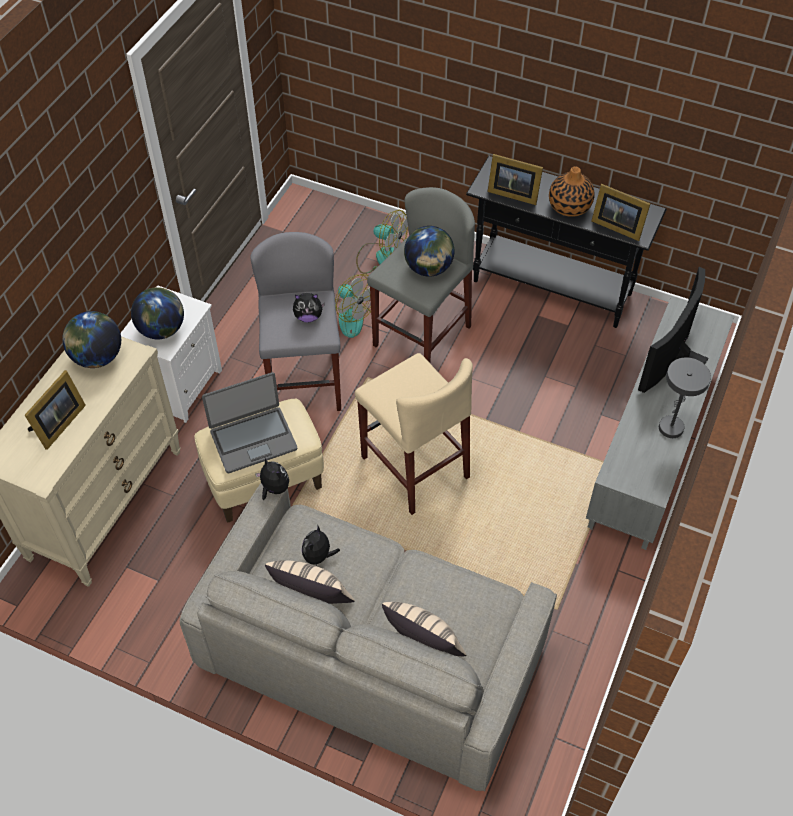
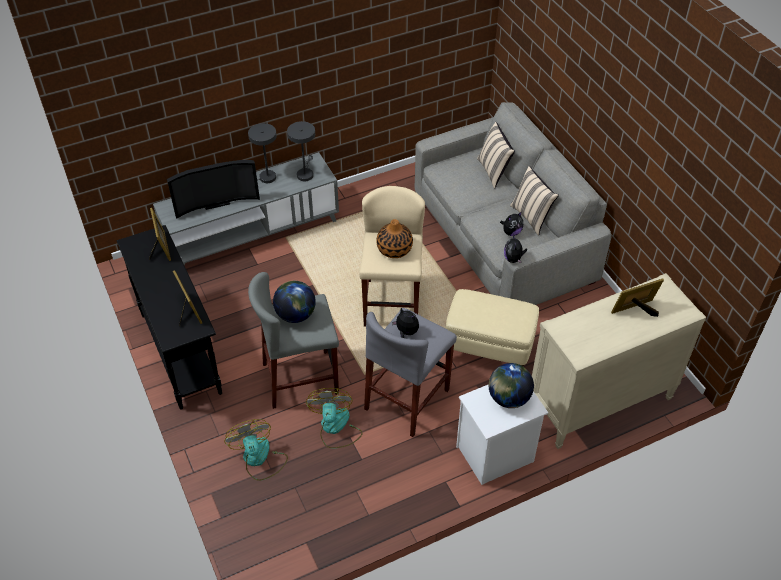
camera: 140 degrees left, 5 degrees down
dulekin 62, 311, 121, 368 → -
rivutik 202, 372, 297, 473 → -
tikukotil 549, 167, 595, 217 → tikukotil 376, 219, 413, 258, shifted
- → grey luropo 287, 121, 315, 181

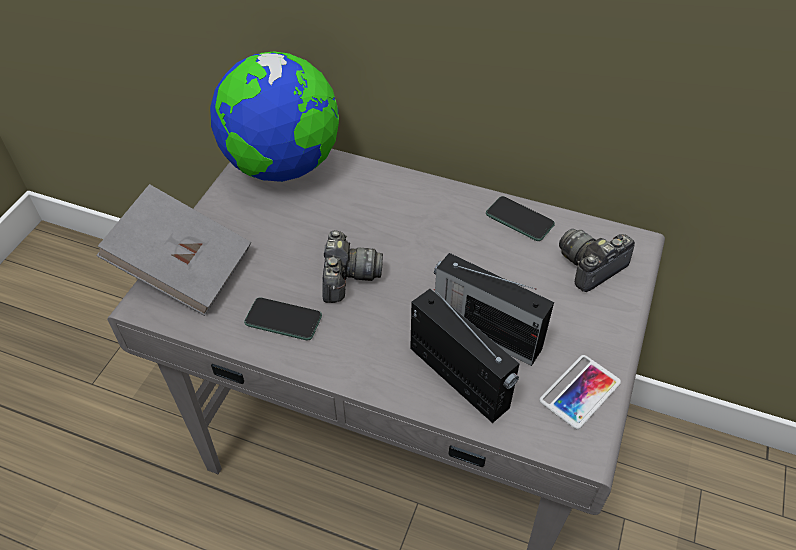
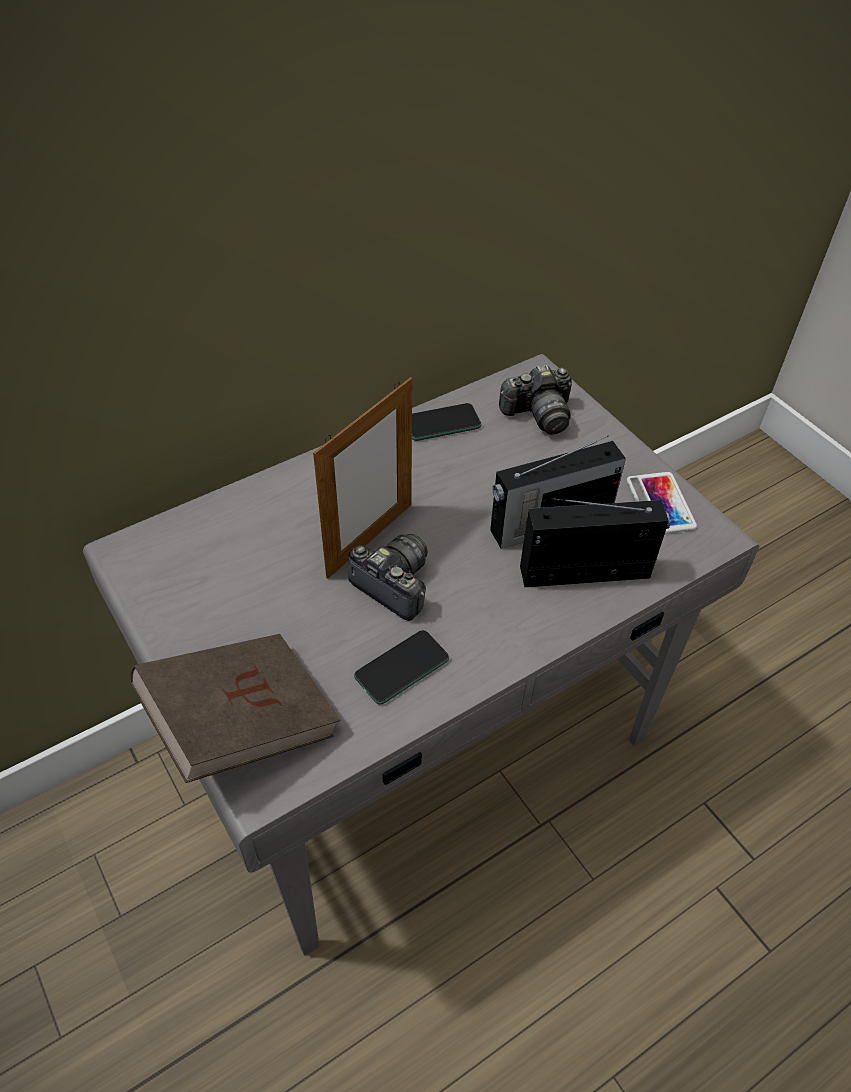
camera: 55 degrees left, 0 degrees up
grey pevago 96, 184, 251, 316 → brown pevago 130, 634, 341, 783
dulekin 210, 52, 339, 182 → -
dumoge 559, 229, 635, 292 → dumoge 499, 365, 572, 435, 105 degrees counterclockwise
- → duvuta 313, 377, 412, 579

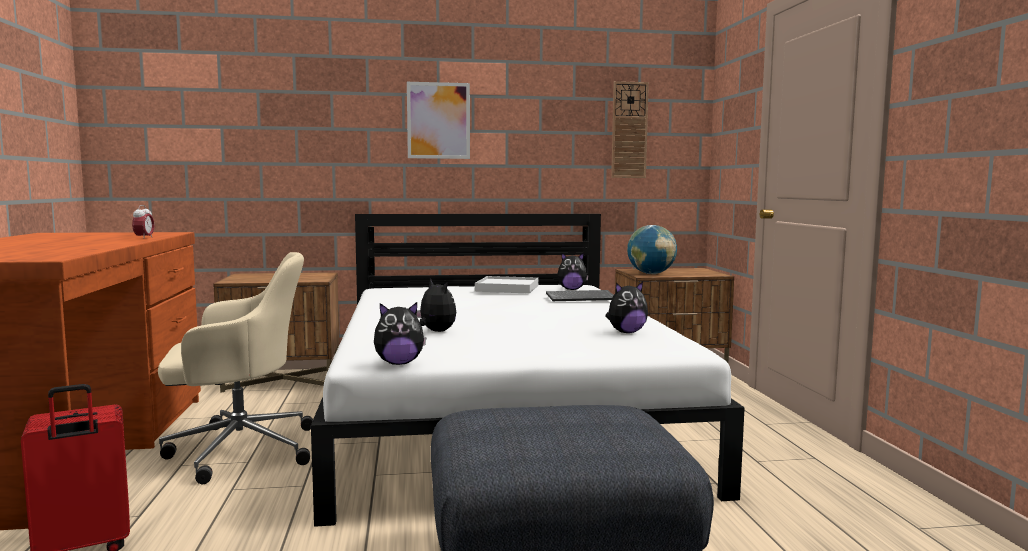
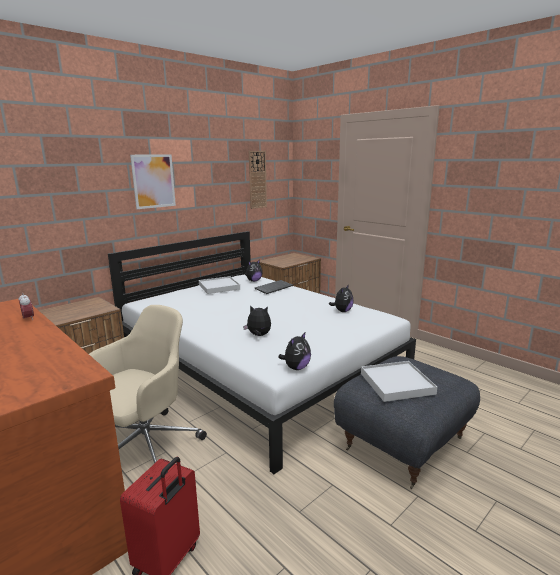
camera: 35 degrees left, 10 degrees up
dulekin 627, 225, 677, 274 → -
- → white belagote 361, 361, 437, 402

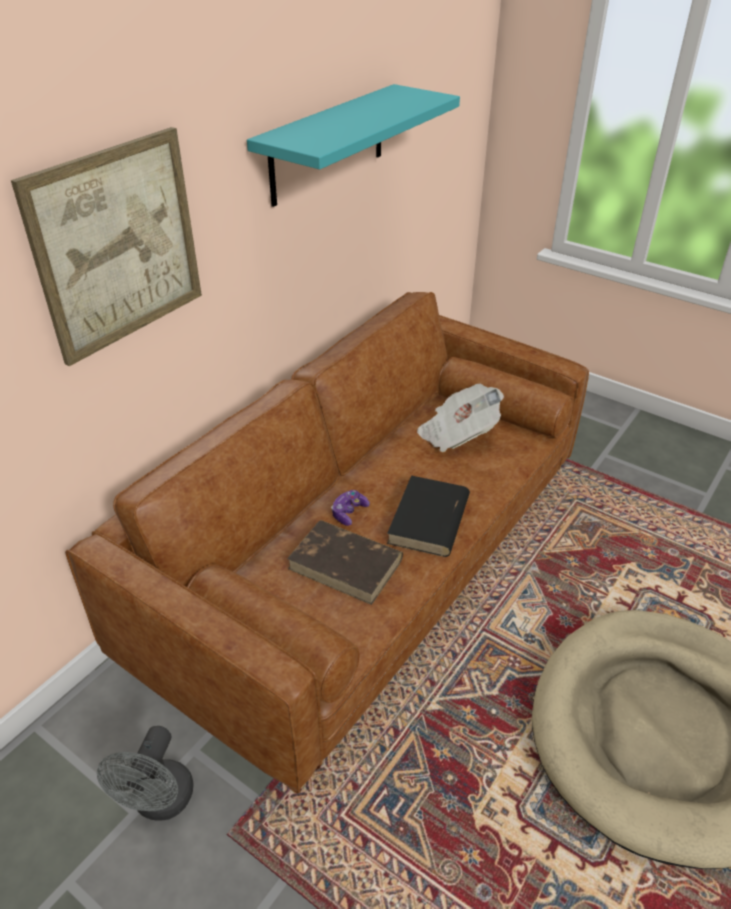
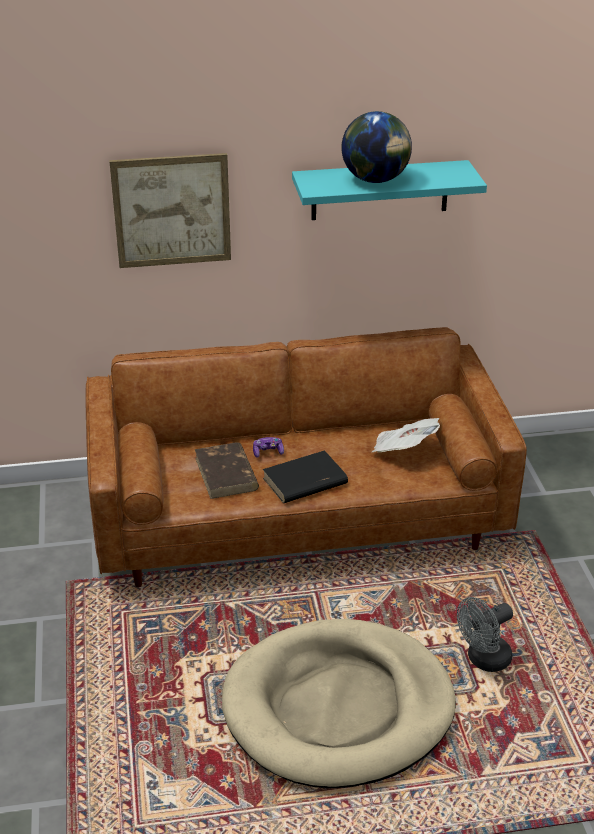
camera: 45 degrees right, 5 degrees down
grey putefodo 97, 726, 194, 821 → grey putefodo 457, 597, 513, 672, shifted
- → dulekin 341, 111, 412, 183

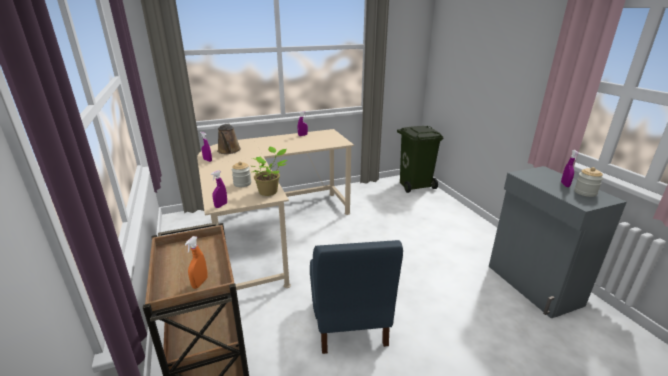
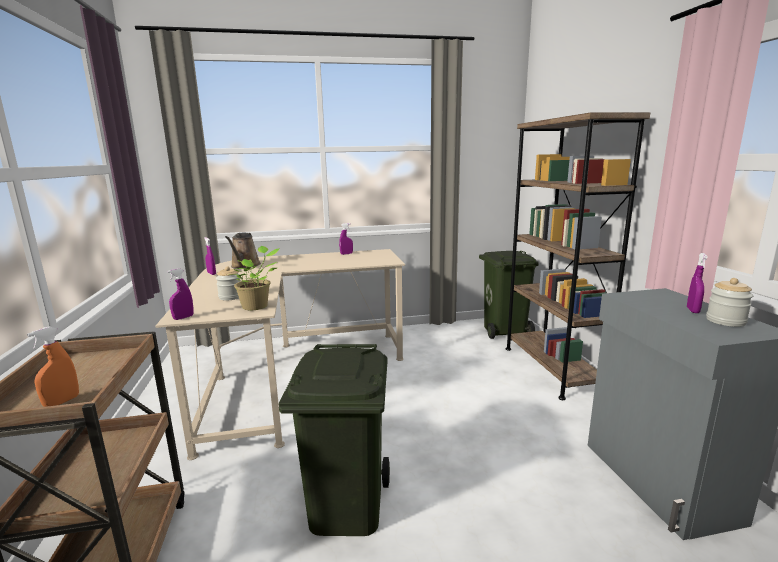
camera: 10 degrees right, 10 degrees down
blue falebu 310, 240, 403, 354 → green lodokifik 279, 344, 390, 536
- → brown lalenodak 506, 112, 650, 400

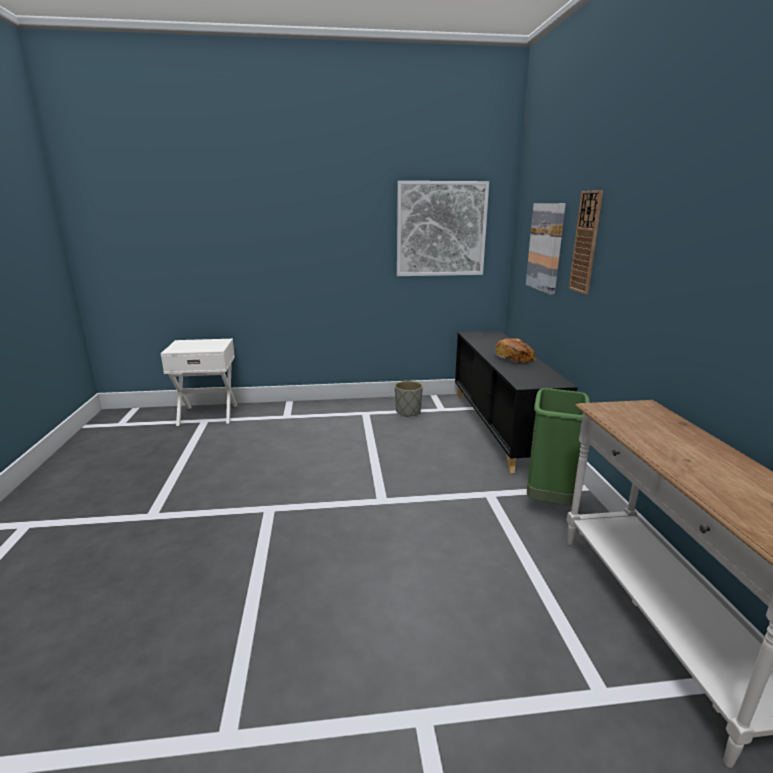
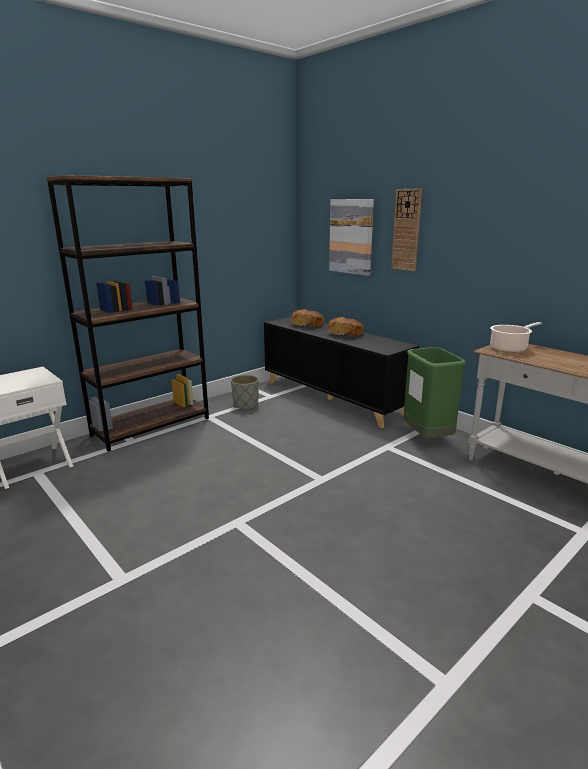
camera: 35 degrees left, 0 degrees up
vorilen 397, 181, 489, 276 → -
- → brown lalenodak 46, 175, 209, 452
- → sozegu 291, 309, 324, 327
- → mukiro 490, 322, 542, 353

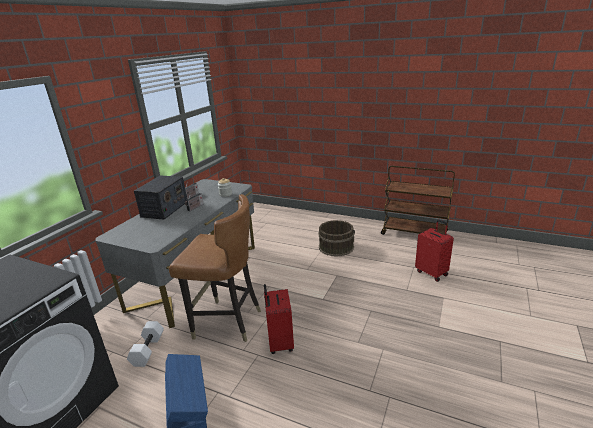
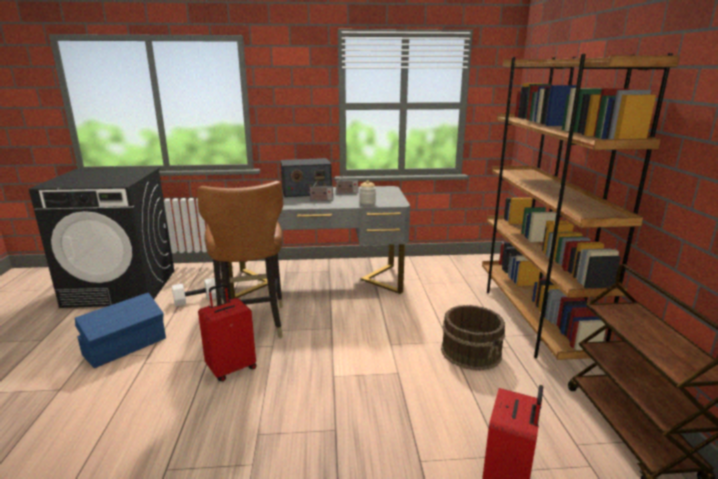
camera: 60 degrees right, 5 degrees down
- → brown lalenodak 482, 53, 680, 369

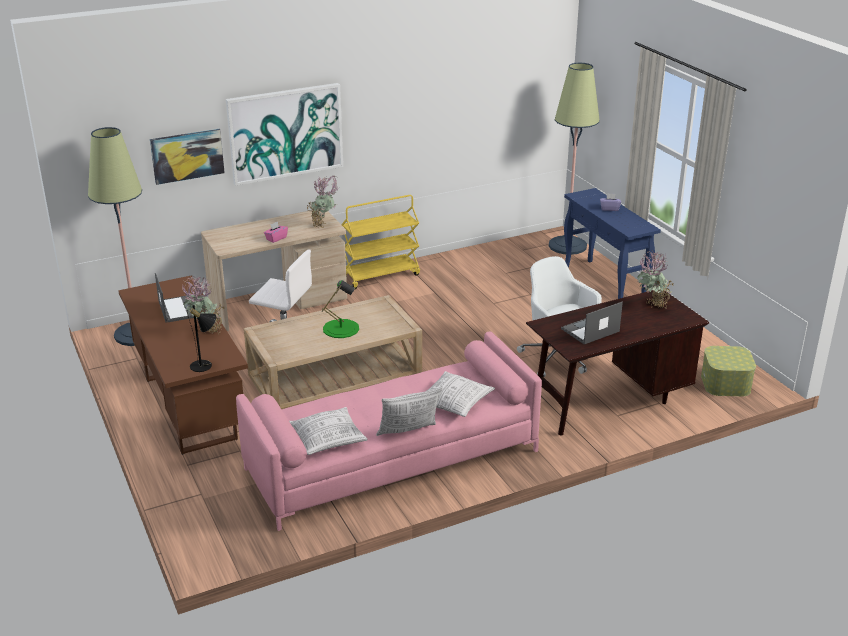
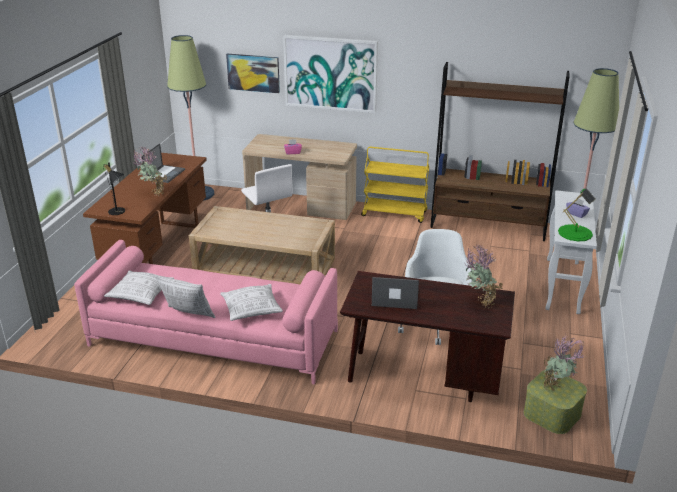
camera: 40 degrees right, 0 degrees up
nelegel 307, 176, 340, 229 → nelegel 544, 335, 585, 391, shifted
green luropo 322, 280, 359, 338 → green luropo 558, 188, 596, 241, shifted
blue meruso 564, 188, 661, 299 → white meruso 546, 190, 597, 314
- → brown lalenodak 430, 62, 570, 241

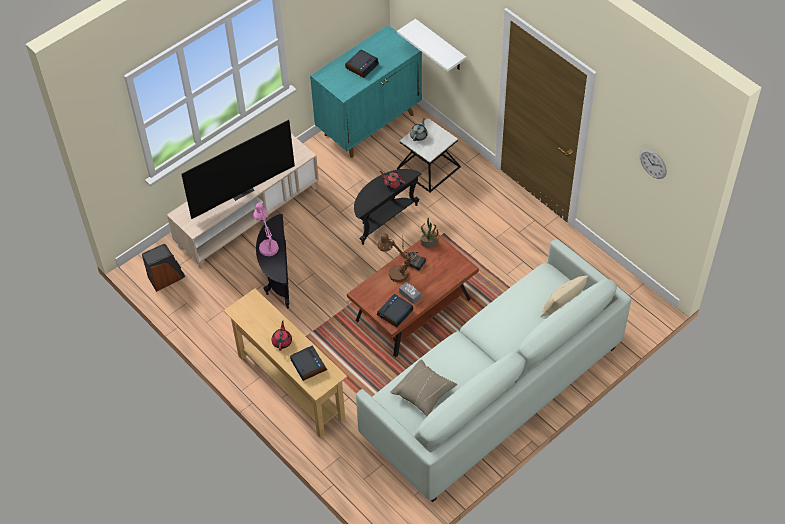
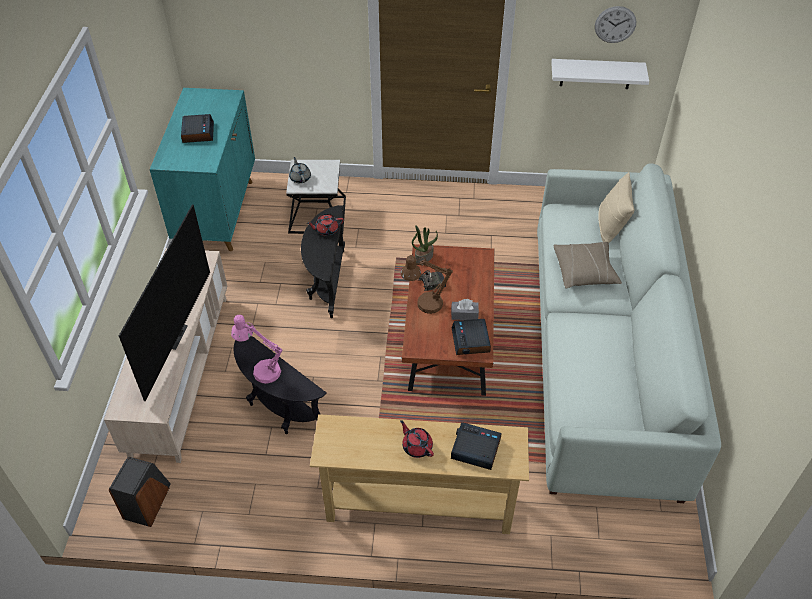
camera: 45 degrees left, 5 degrees down
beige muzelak 390, 359, 457, 416 → beige muzelak 554, 242, 622, 288, shifted
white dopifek 397, 19, 466, 72 → white dopifek 551, 59, 649, 89, shifted

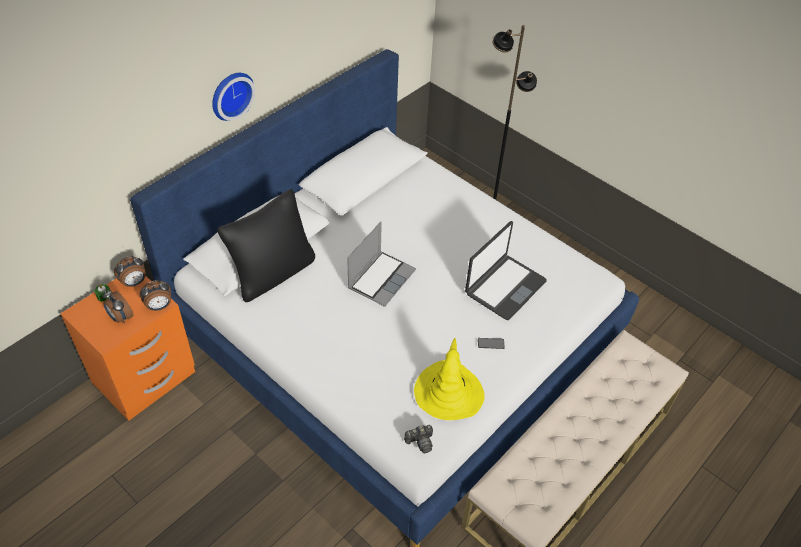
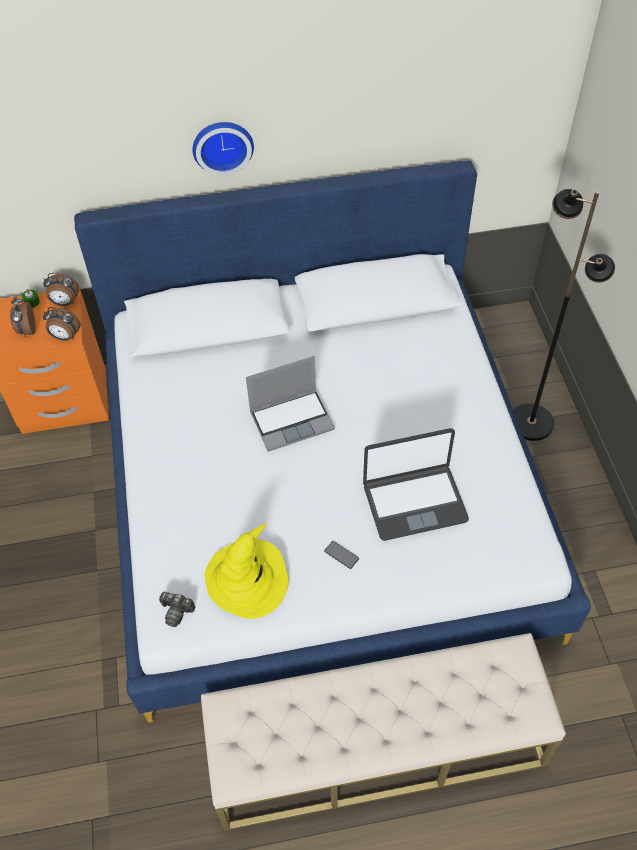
camera: 40 degrees right, 5 degrees up
black muzelak 217, 189, 315, 302 → -

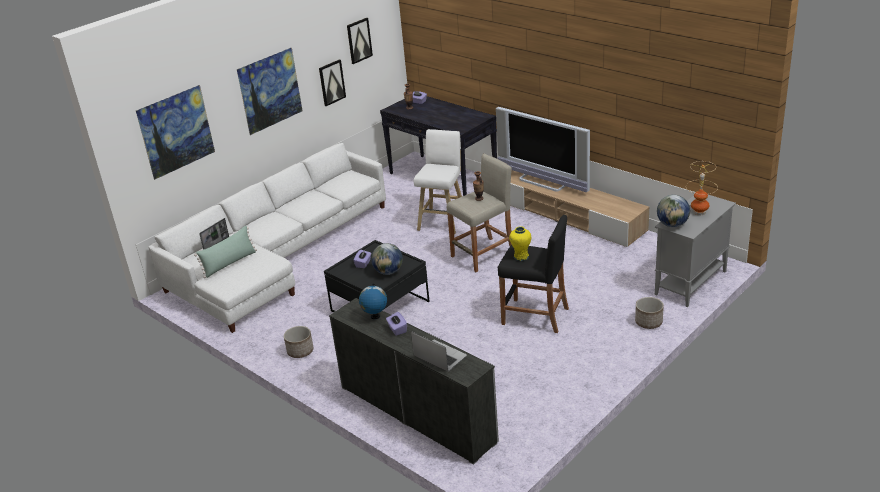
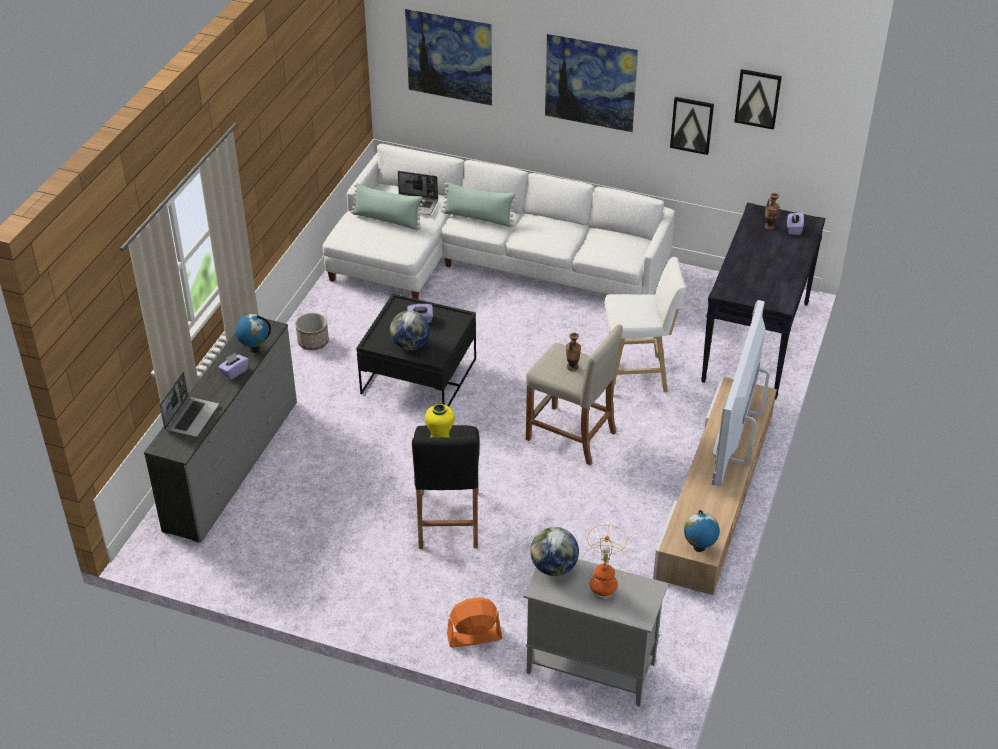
camera: 65 degrees right, 10 degrees up
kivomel 635, 297, 664, 329 → orange putefodo 447, 597, 503, 648
- → green muzelak 441, 182, 518, 227
- → dulekin 684, 510, 720, 552

